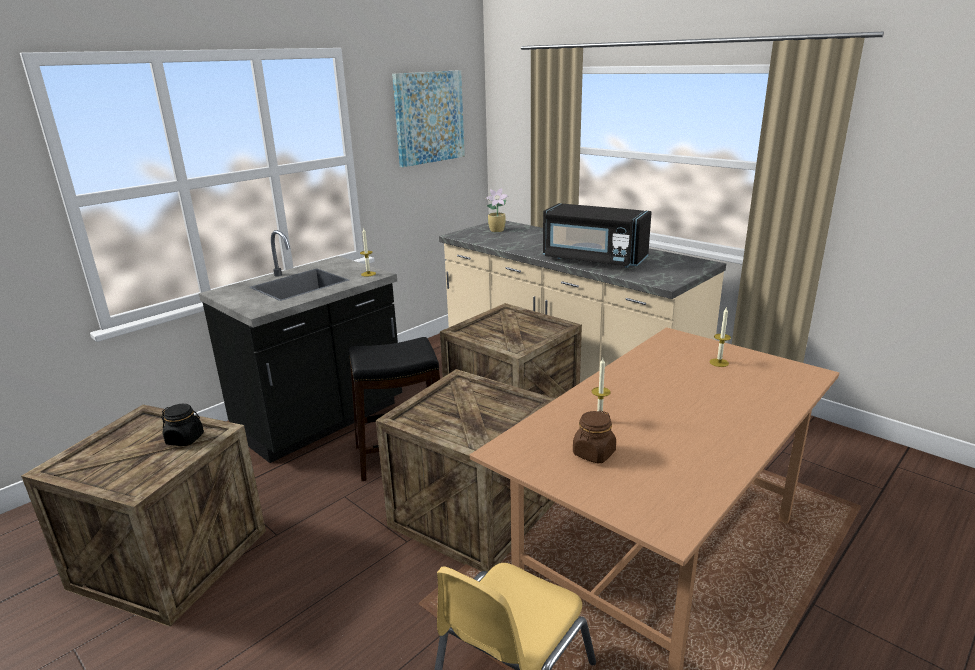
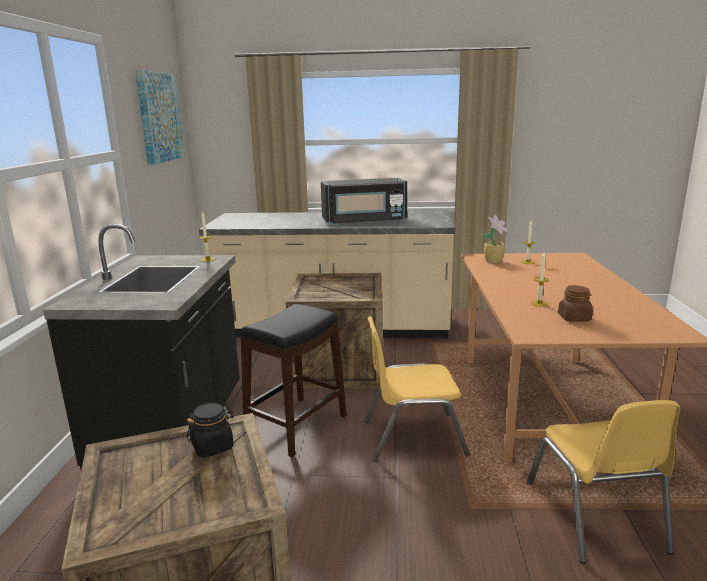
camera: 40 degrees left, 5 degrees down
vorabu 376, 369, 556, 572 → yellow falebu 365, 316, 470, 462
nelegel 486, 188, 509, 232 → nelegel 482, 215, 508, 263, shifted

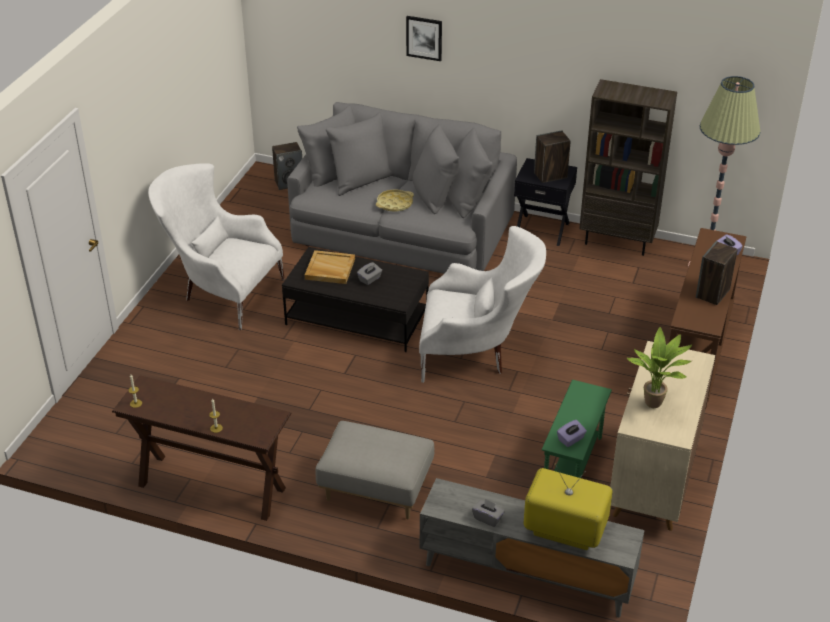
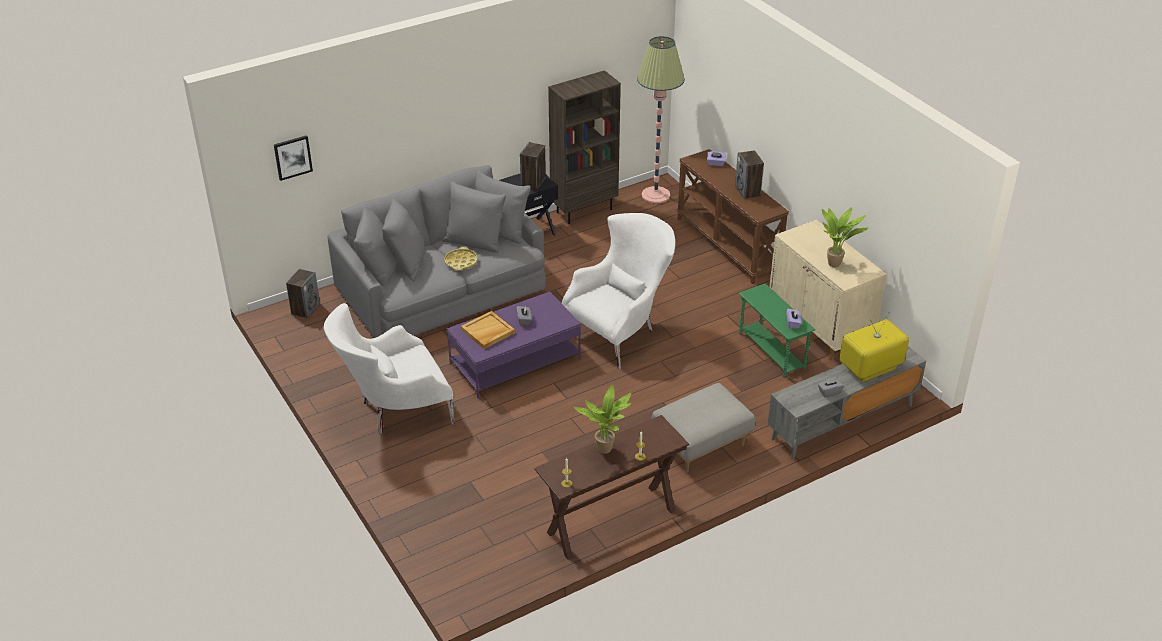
camera: 50 degrees left, 0 degrees up
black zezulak 282, 247, 429, 352 → purple zezulak 447, 291, 581, 399
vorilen 406, 16, 442, 61 → vorilen 274, 135, 313, 181, shifted
- → nelegel 573, 384, 631, 454

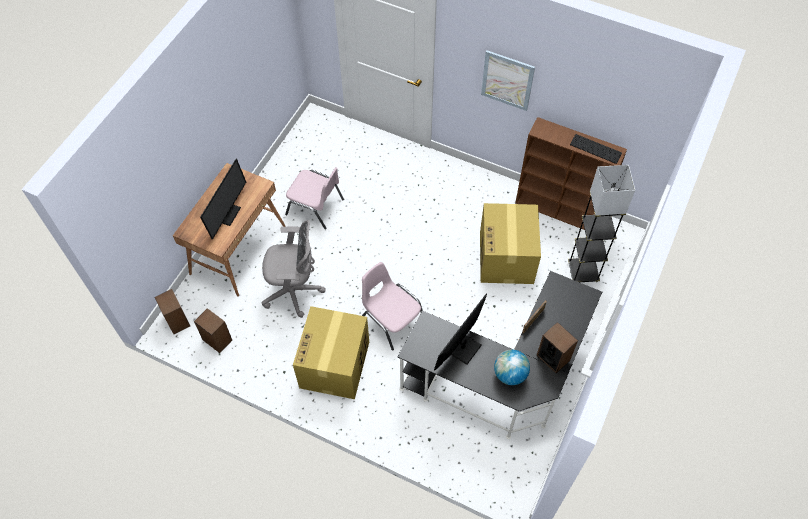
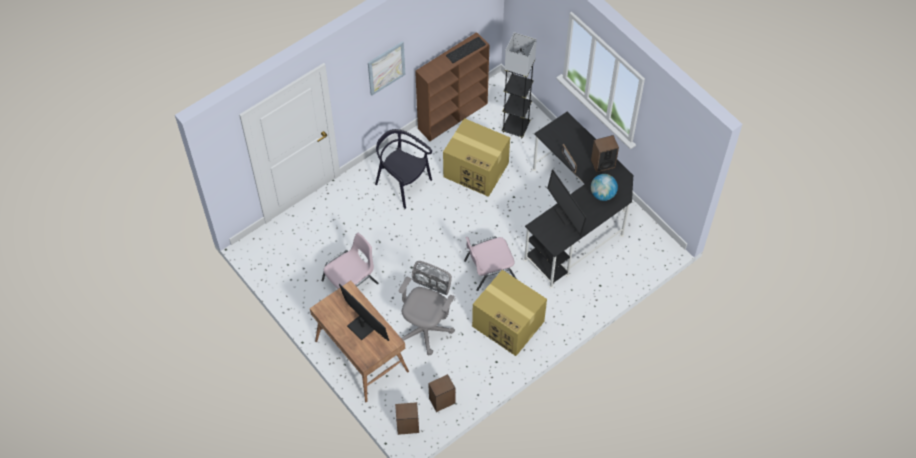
camera: 65 degrees left, 0 degrees up
- → black falebu 375, 129, 432, 209

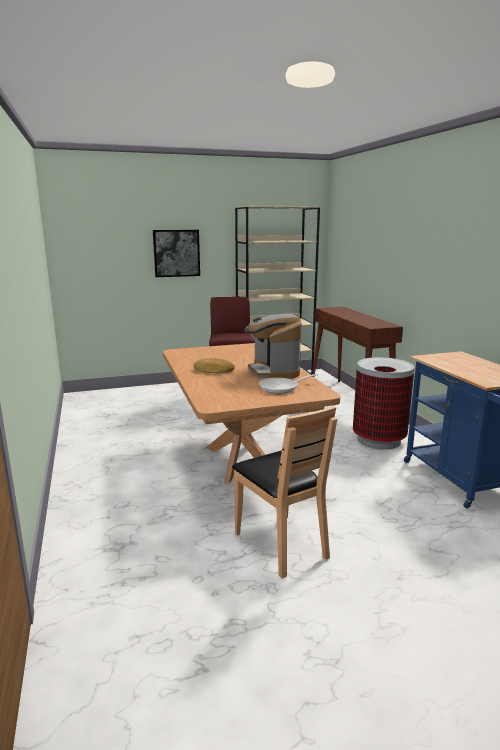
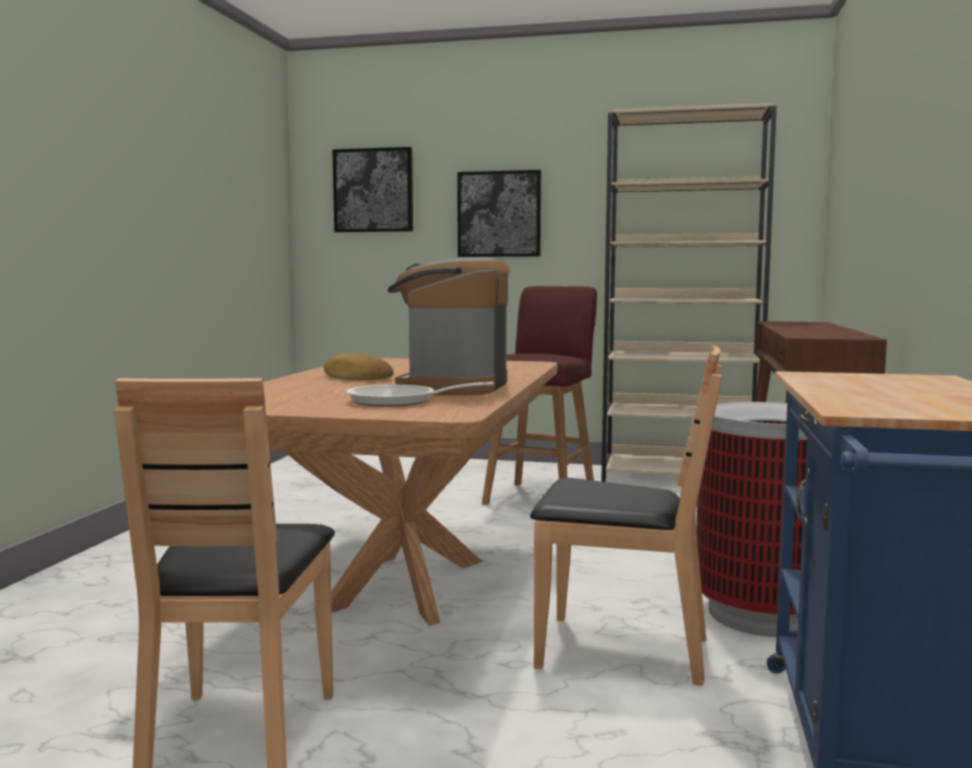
camera: 30 degrees right, 10 degrees down
- → vorilen 332, 147, 413, 232
- → brown falebu 530, 345, 722, 686

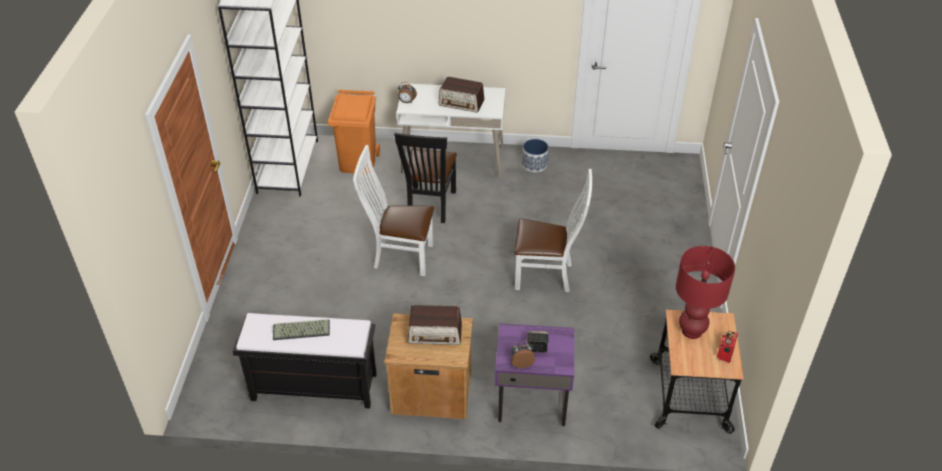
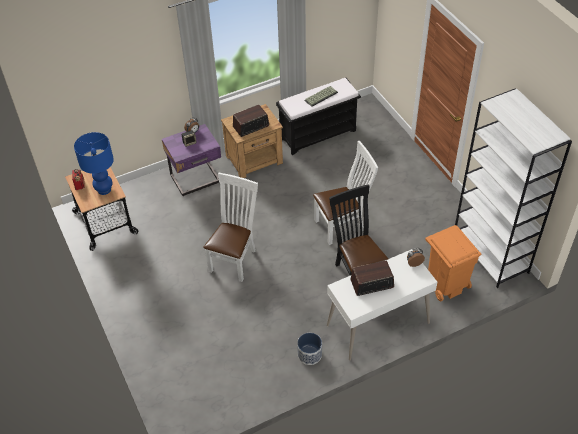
camera: 150 degrees right, 5 degrees up
white falebu 514, 169, 592, 292 → white falebu 203, 173, 258, 282, 135 degrees clockwise
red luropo 676, 246, 735, 339 → blue luropo 74, 132, 114, 195

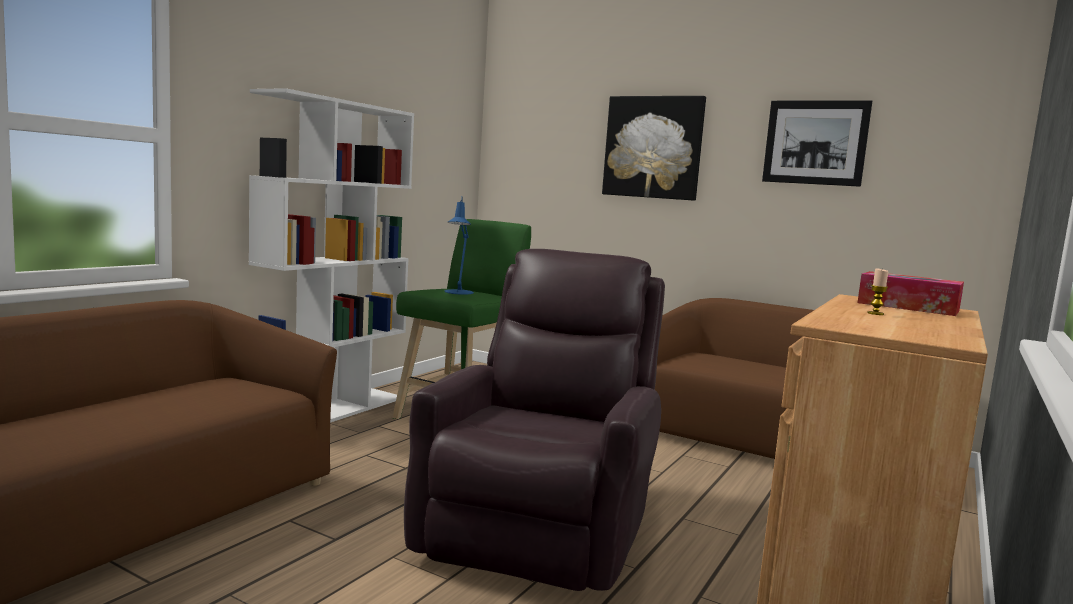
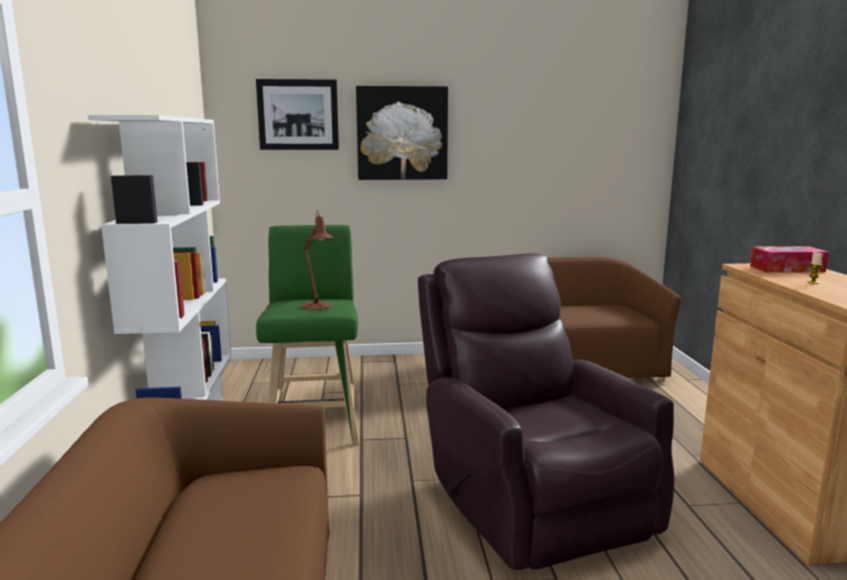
camera: 35 degrees left, 5 degrees up
blue luropo 444, 197, 474, 295 → brown luropo 302, 210, 334, 310
vorilen 762, 100, 872, 187 → vorilen 256, 79, 339, 150, shifted

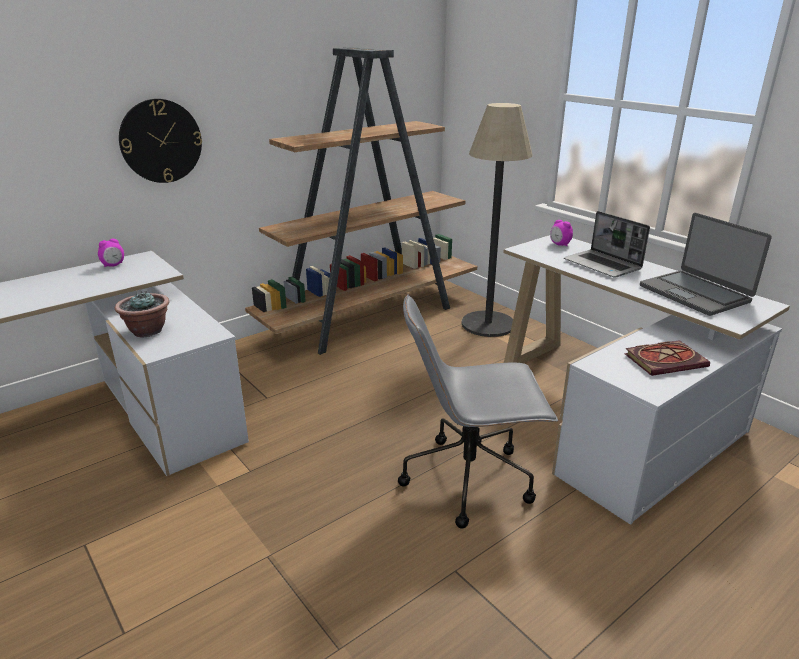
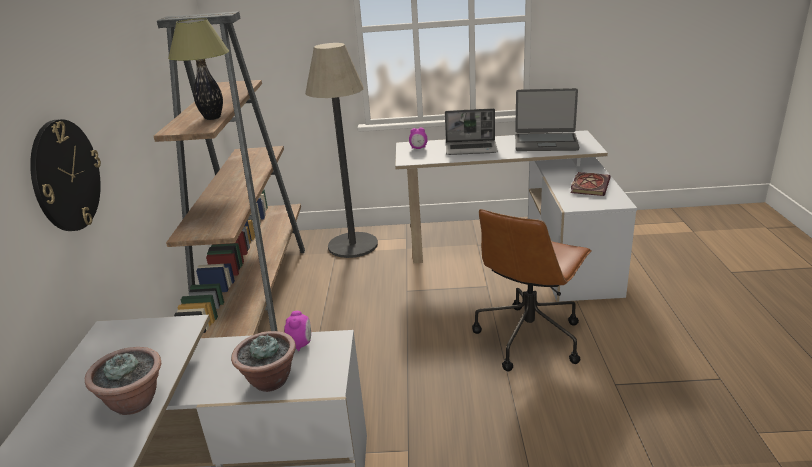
camera: 50 degrees left, 0 degrees up
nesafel 98, 239, 124, 267 → nesafel 284, 311, 311, 351, shifted
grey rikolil 398, 294, 558, 528 → brown rikolil 472, 209, 592, 371
- → nelegel 85, 347, 161, 415
- → luropo 168, 18, 229, 120

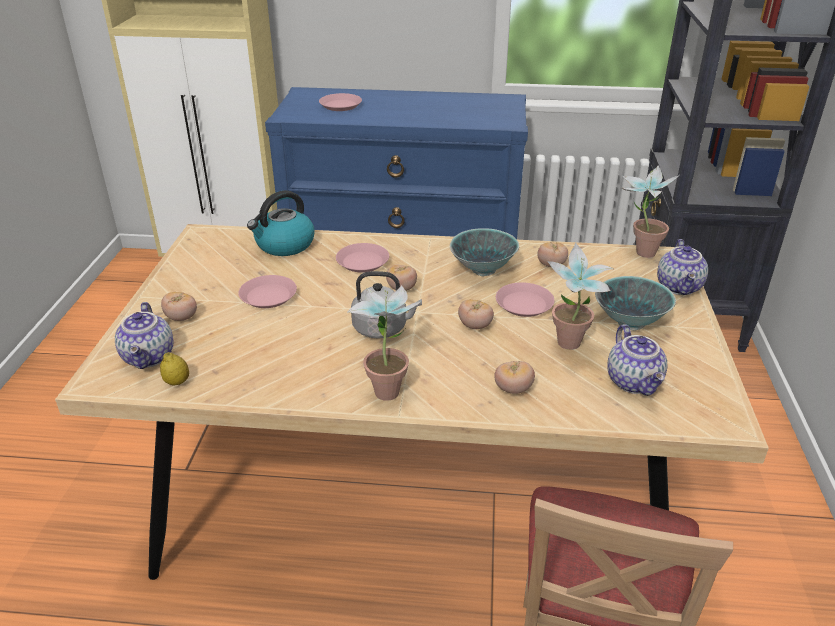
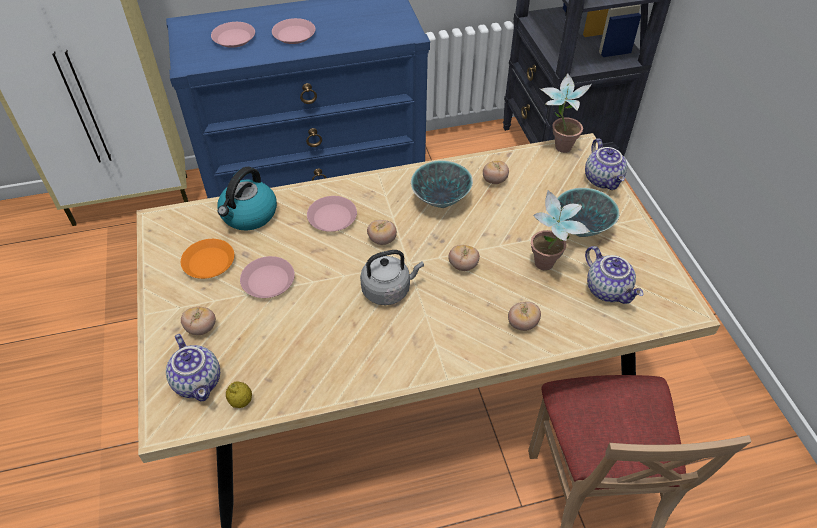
camera: 20 degrees left, 15 degrees up
nelegel 347, 285, 423, 401 → -
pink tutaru 496, 282, 554, 317 → pink tutaru 272, 18, 315, 44, shifted
- → orange tutaru 181, 239, 234, 279

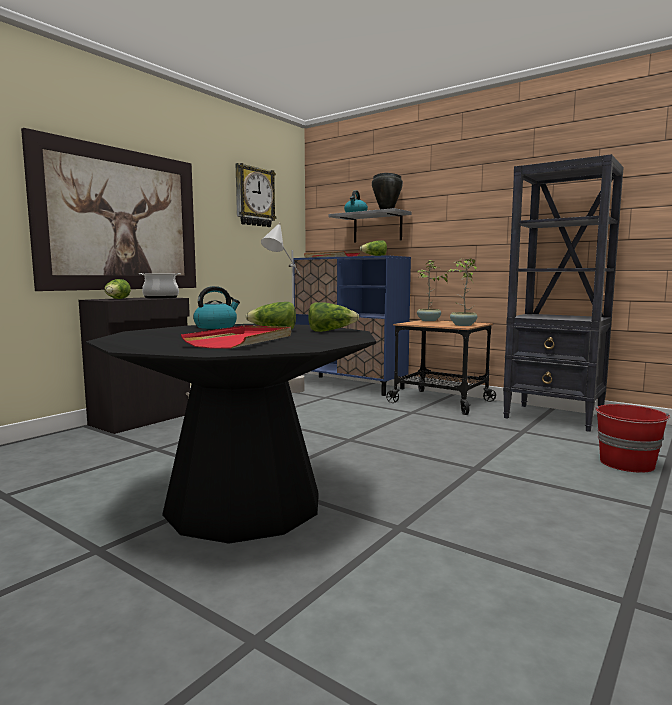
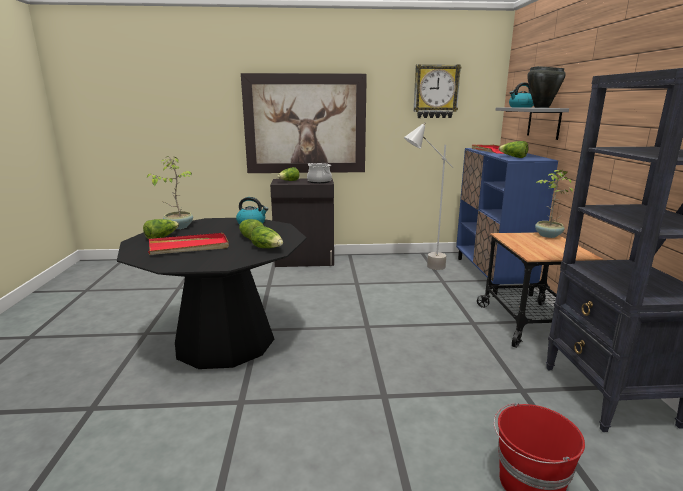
camera: 50 degrees right, 10 degrees up
nelegel 447, 258, 477, 326 → nelegel 147, 156, 193, 229, shifted
- → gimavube 143, 219, 179, 239

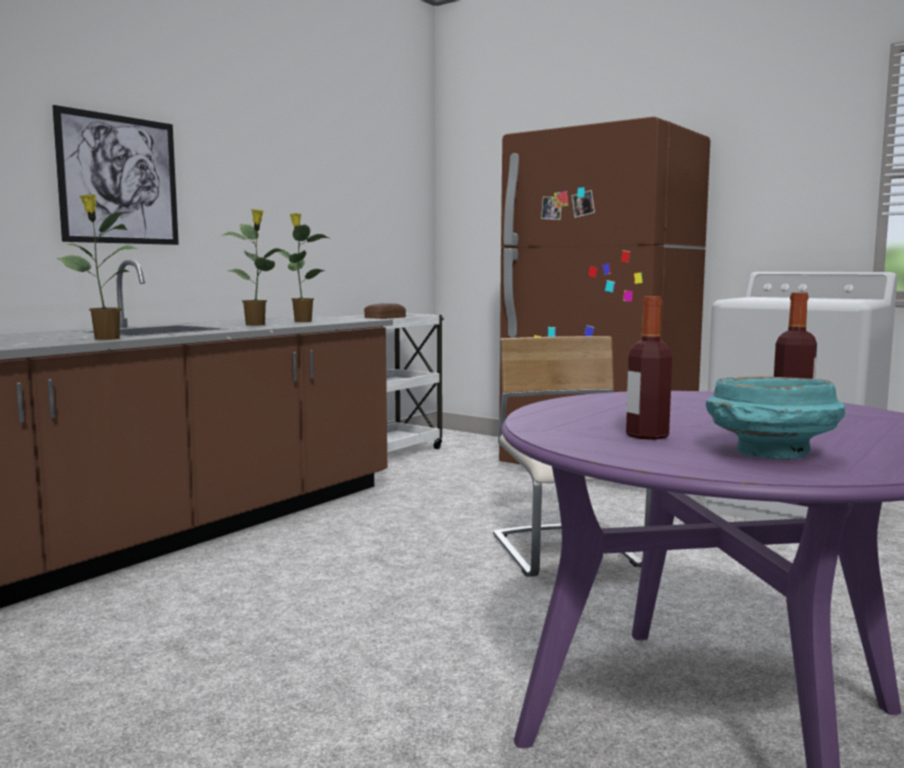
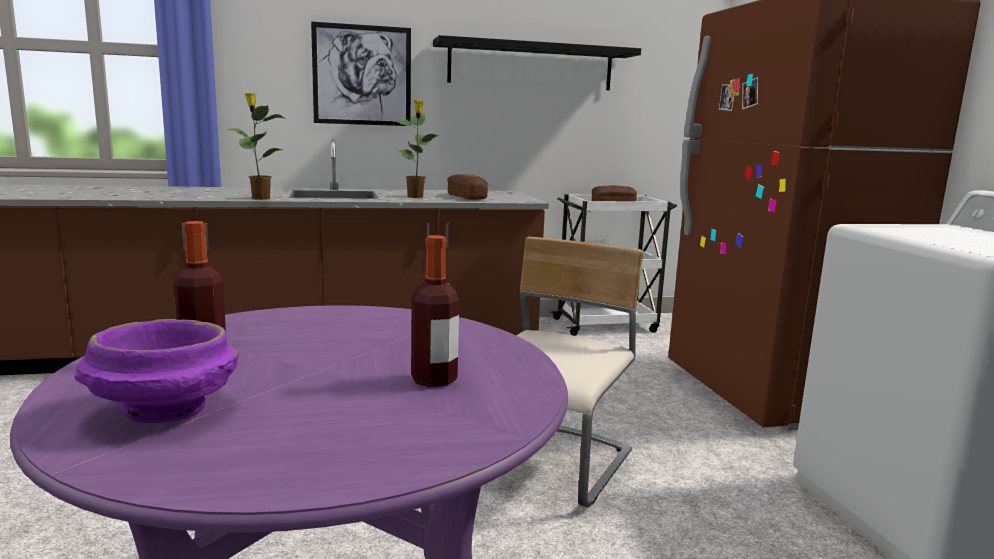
camera: 40 degrees right, 5 degrees up
nelegel 278, 213, 329, 322 → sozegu 447, 174, 488, 200
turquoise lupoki 706, 377, 845, 459 → purple lupoki 74, 319, 239, 423
- → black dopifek 433, 35, 641, 90

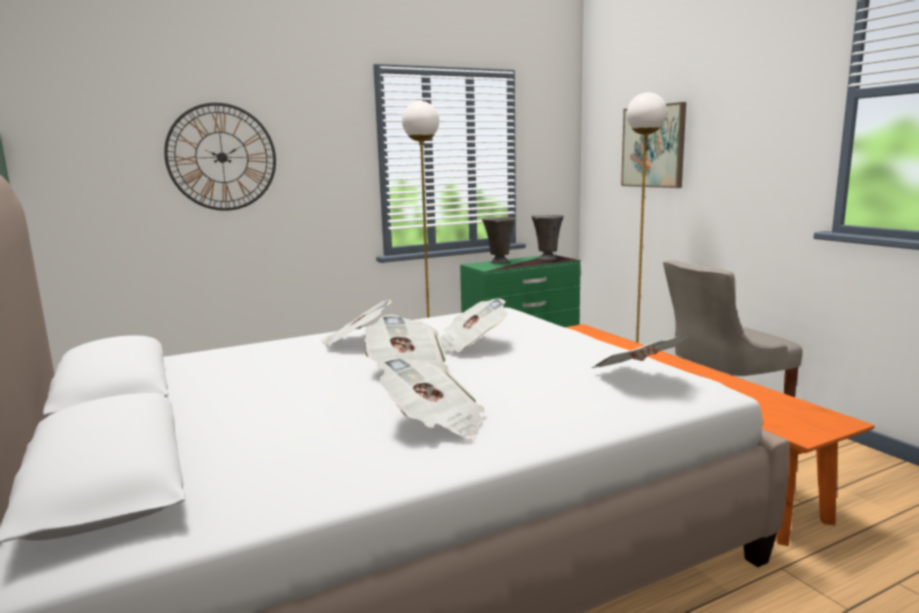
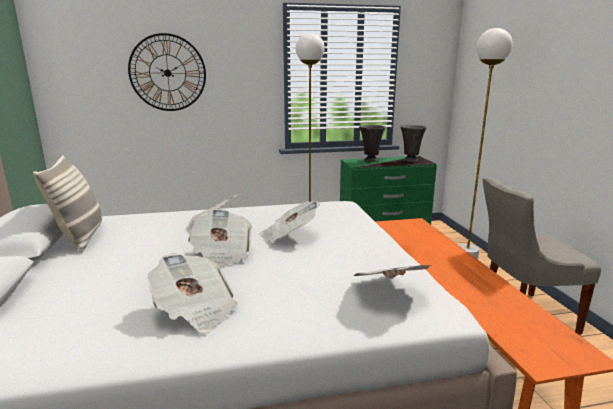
camera: 15 degrees right, 5 degrees up
vorilen 621, 102, 686, 188 → -
- → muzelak 33, 155, 102, 253

